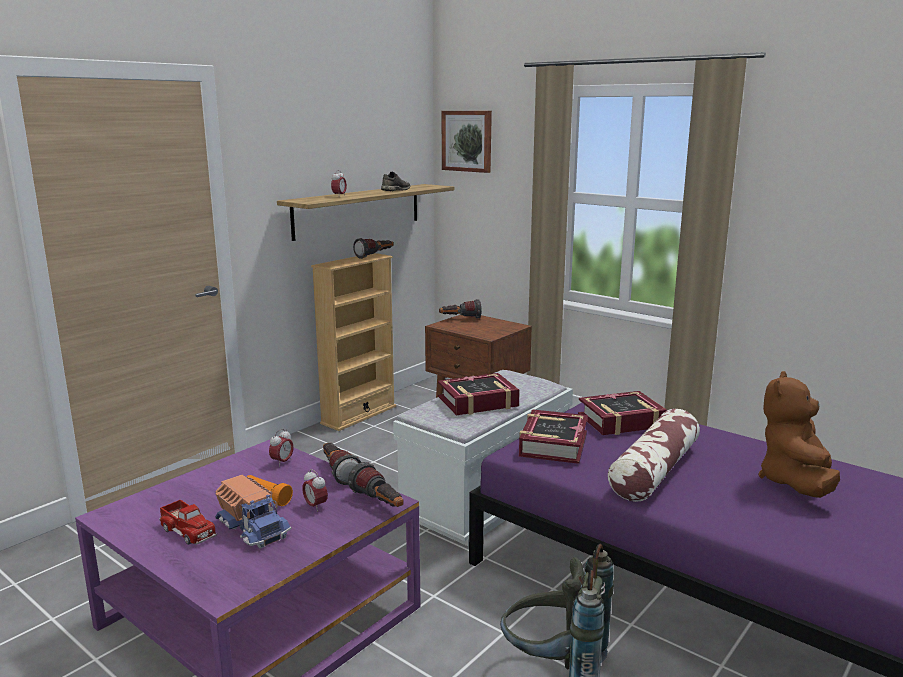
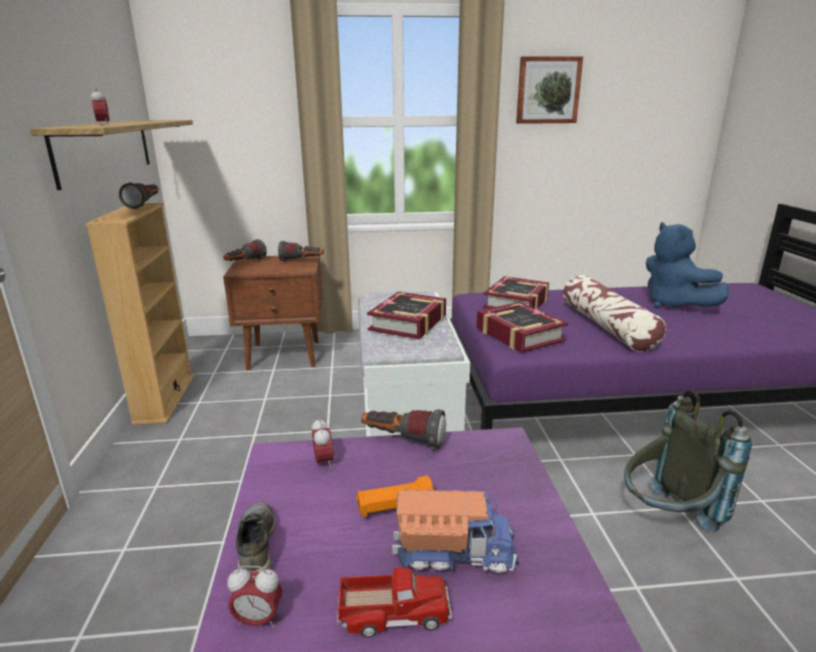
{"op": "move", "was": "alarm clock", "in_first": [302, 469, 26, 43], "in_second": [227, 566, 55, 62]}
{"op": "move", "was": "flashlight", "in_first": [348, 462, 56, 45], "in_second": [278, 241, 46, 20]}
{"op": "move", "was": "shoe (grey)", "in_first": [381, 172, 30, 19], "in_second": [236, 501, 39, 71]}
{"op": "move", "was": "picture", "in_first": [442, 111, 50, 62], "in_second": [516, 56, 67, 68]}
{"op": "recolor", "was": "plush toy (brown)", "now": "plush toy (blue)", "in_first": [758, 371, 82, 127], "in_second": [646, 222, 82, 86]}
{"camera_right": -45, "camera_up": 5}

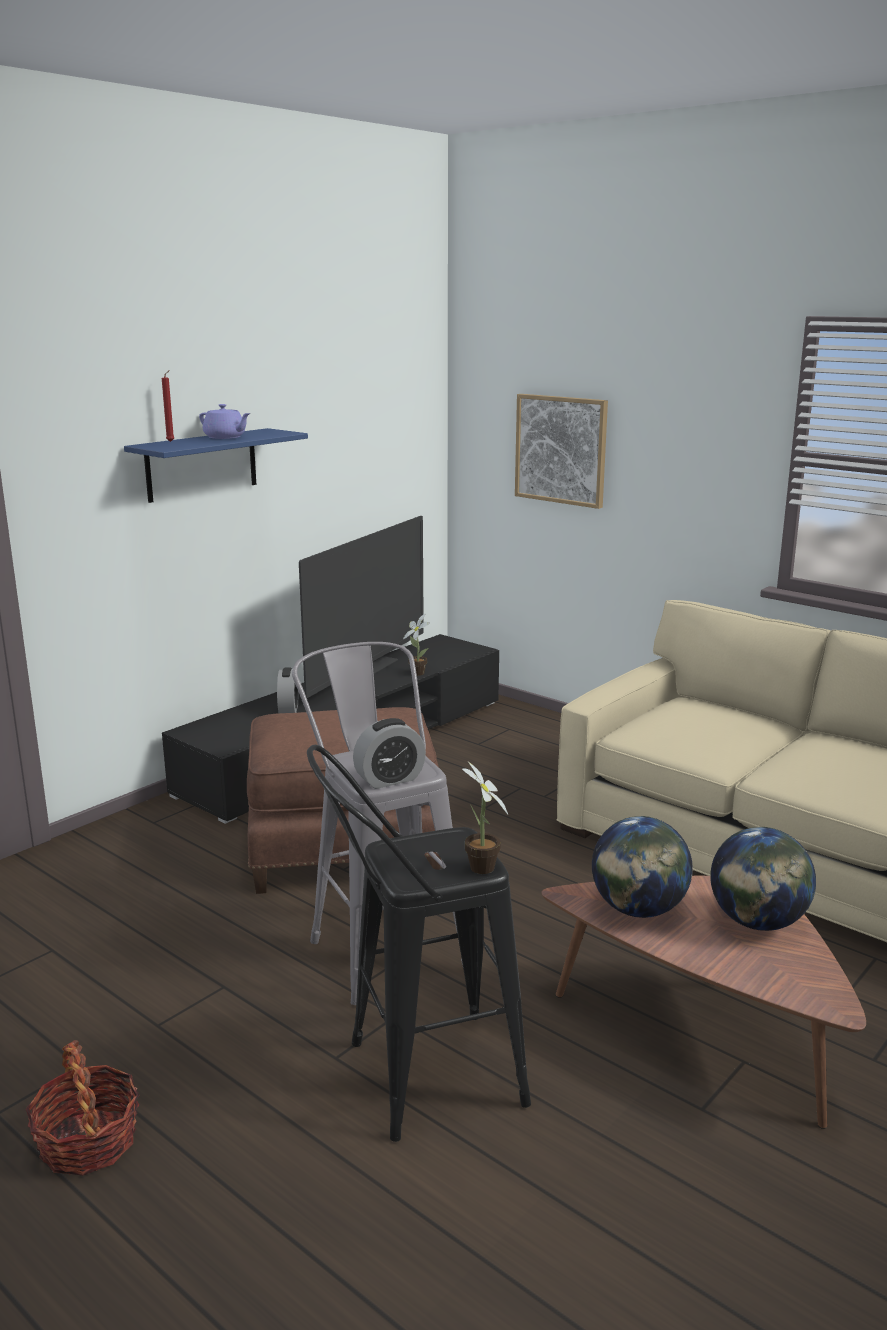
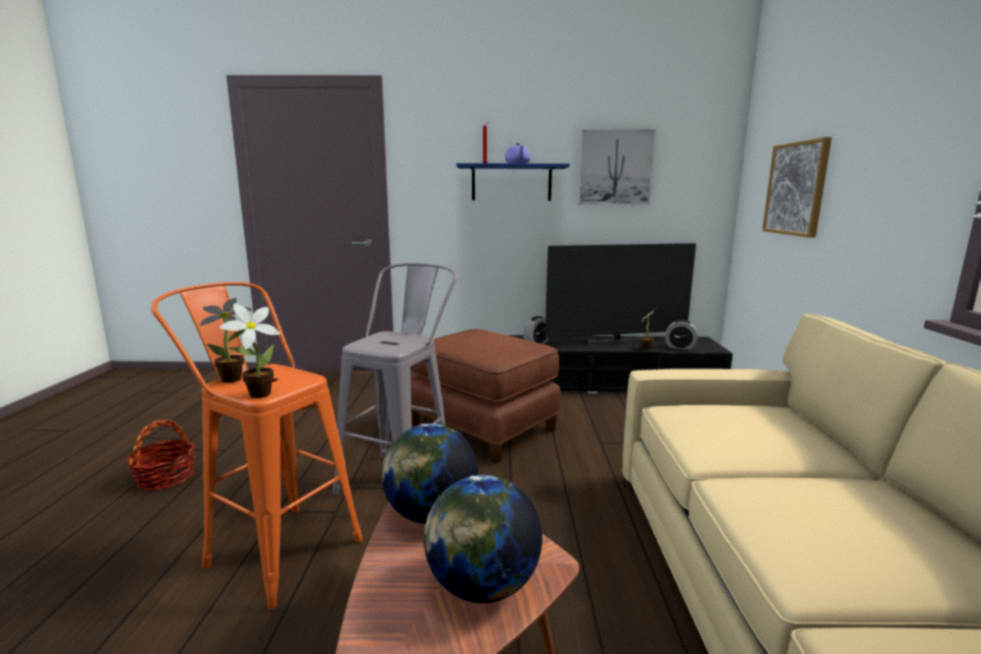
{"op": "recolor", "was": "stool (black)", "now": "stool (orange)", "in_first": [307, 745, 224, 397], "in_second": [151, 282, 212, 327]}
{"op": "move", "was": "alarm clock", "in_first": [353, 718, 73, 71], "in_second": [665, 320, 33, 30]}
{"op": "insert", "now": "potted plant", "in_second": [199, 298, 54, 85]}
{"op": "insert", "now": "picture", "in_second": [578, 129, 78, 76]}
{"camera_right": 50, "camera_up": -5}

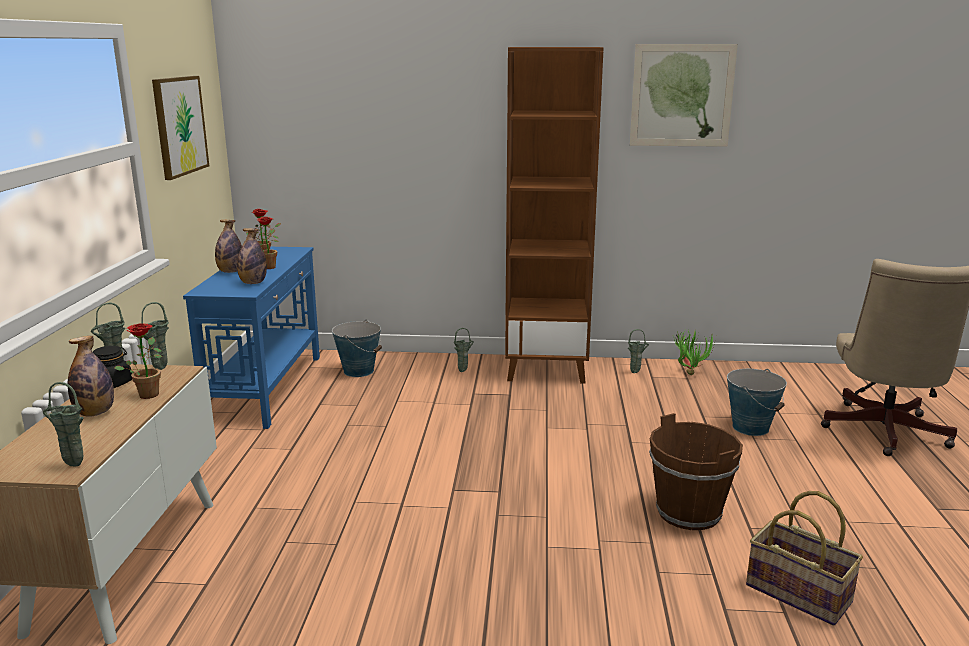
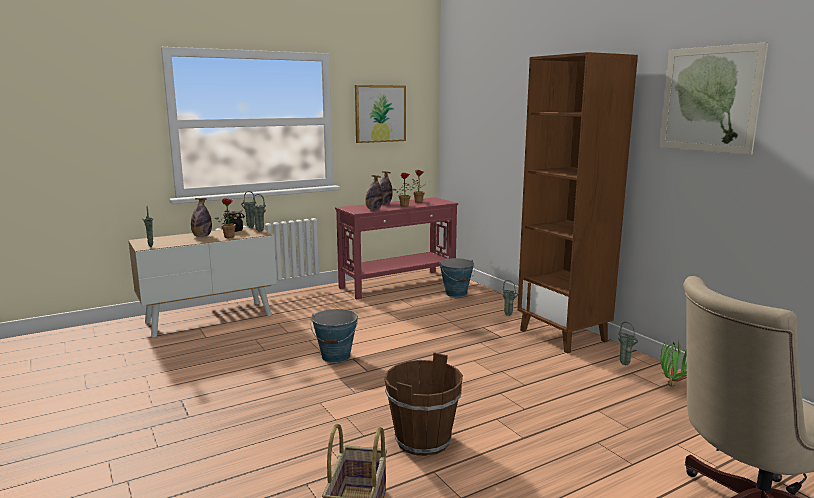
{"op": "recolor", "was": "console table (blue)", "now": "console table (red)", "in_first": [183, 247, 137, 182], "in_second": [335, 197, 123, 103]}
{"op": "move", "was": "bucket", "in_first": [727, 369, 60, 67], "in_second": [311, 309, 47, 54]}
{"camera_right": 55, "camera_up": -5}

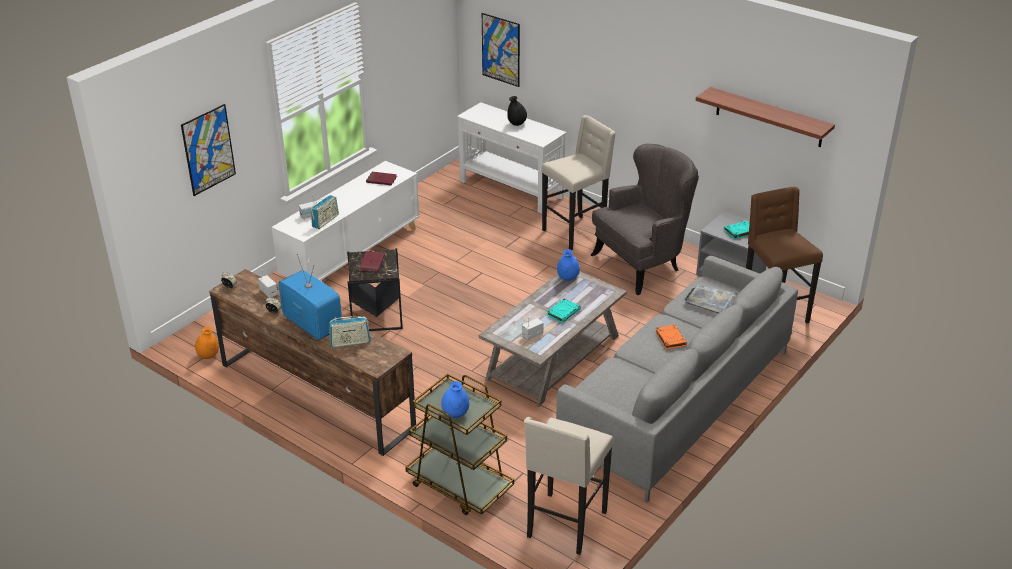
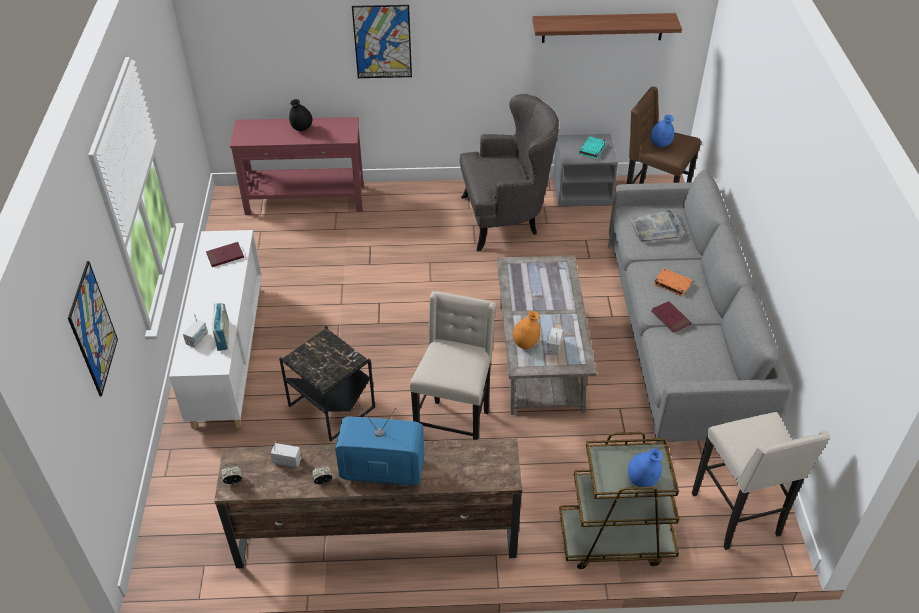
{"op": "move", "was": "vase (orange)", "in_first": [195, 327, 24, 32], "in_second": [513, 311, 27, 38]}
{"op": "delete", "was": "radio", "in_first": [329, 317, 41, 31]}
{"op": "move", "was": "book (red)", "in_first": [359, 251, 26, 21], "in_second": [652, 301, 39, 32]}
{"op": "recolor", "was": "console table (white)", "now": "console table (red)", "in_first": [457, 102, 110, 112], "in_second": [230, 117, 134, 98]}
{"op": "move", "was": "picture", "in_first": [482, 13, 38, 74], "in_second": [352, 5, 60, 73]}
{"op": "move", "was": "stool (beige)", "in_first": [542, 115, 74, 135], "in_second": [410, 291, 86, 149]}
{"op": "delete", "was": "book (turquoise)", "in_first": [546, 299, 34, 24]}
{"op": "move", "was": "vase (blue)", "in_first": [557, 249, 23, 32], "in_second": [651, 115, 23, 32]}
{"op": "rotate", "was": "armchair (grey)", "in_first": [591, 143, 108, 152], "in_second": [460, 94, 99, 158], "clockwise": 60}
{"camera_right": -40, "camera_up": 10}

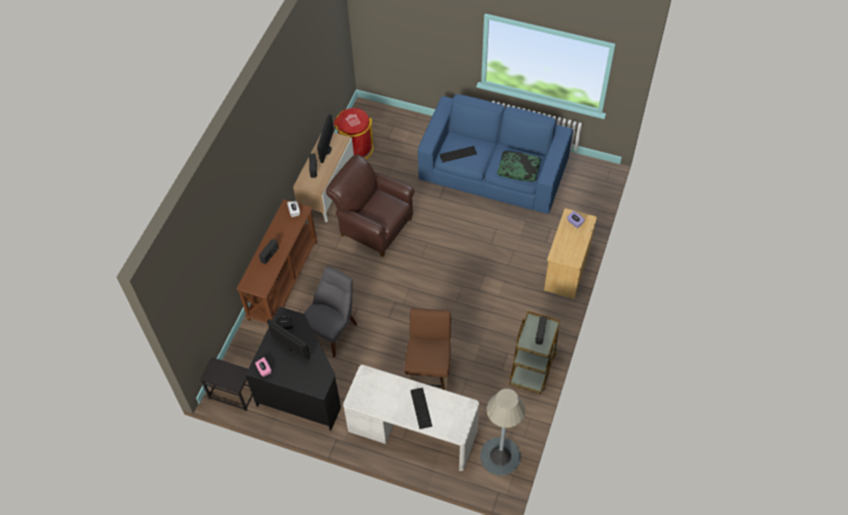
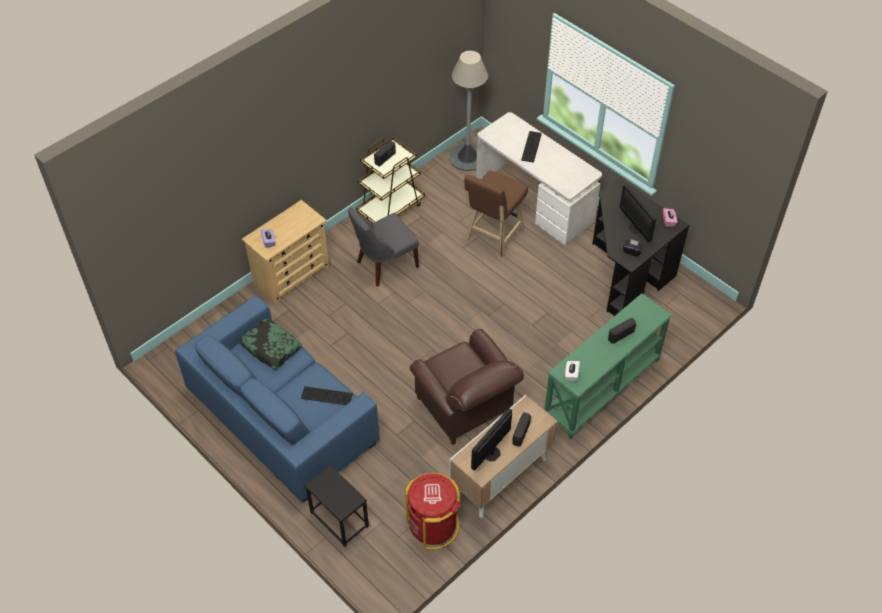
{"op": "move", "was": "side table (black)", "in_first": [200, 357, 53, 54], "in_second": [305, 465, 64, 82]}
{"op": "recolor", "was": "console table (brown)", "now": "console table (green)", "in_first": [236, 199, 81, 125], "in_second": [544, 293, 128, 146]}
{"op": "move", "was": "chair (grey)", "in_first": [304, 267, 53, 90], "in_second": [348, 207, 71, 80]}
{"camera_right": -155, "camera_up": -5}

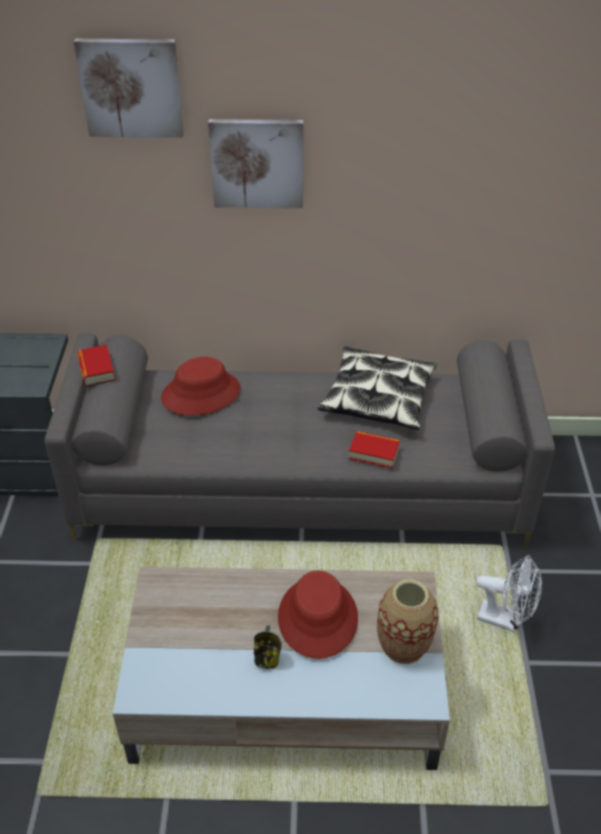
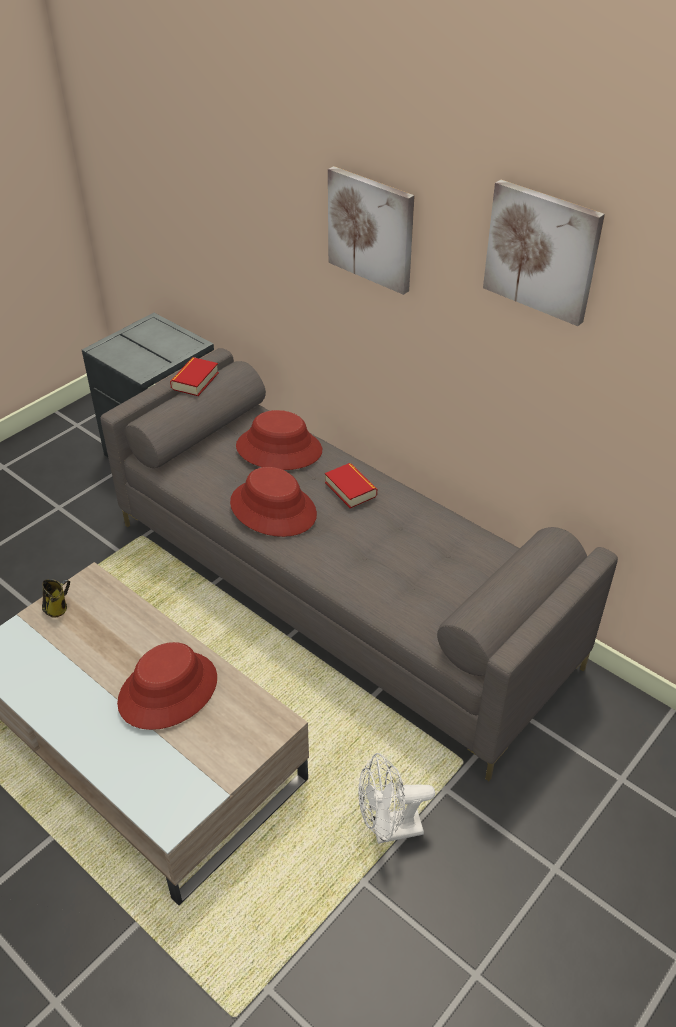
{"op": "move", "was": "picture", "in_first": [74, 39, 110, 99], "in_second": [483, 180, 122, 146]}
{"op": "move", "was": "mug", "in_first": [254, 625, 28, 44], "in_second": [42, 579, 28, 39]}
{"op": "delete", "was": "pillow", "in_first": [318, 347, 119, 83]}
{"op": "move", "was": "book", "in_first": [349, 431, 51, 38], "in_second": [325, 463, 52, 45]}
{"op": "delete", "was": "vase", "in_first": [377, 579, 62, 85]}
{"op": "rotate", "was": "fan (white)", "in_first": [476, 555, 66, 78], "in_second": [358, 753, 77, 91], "clockwise": 105}
{"op": "insert", "now": "hat (red)", "in_second": [230, 467, 87, 70]}
{"camera_right": 40, "camera_up": 0}

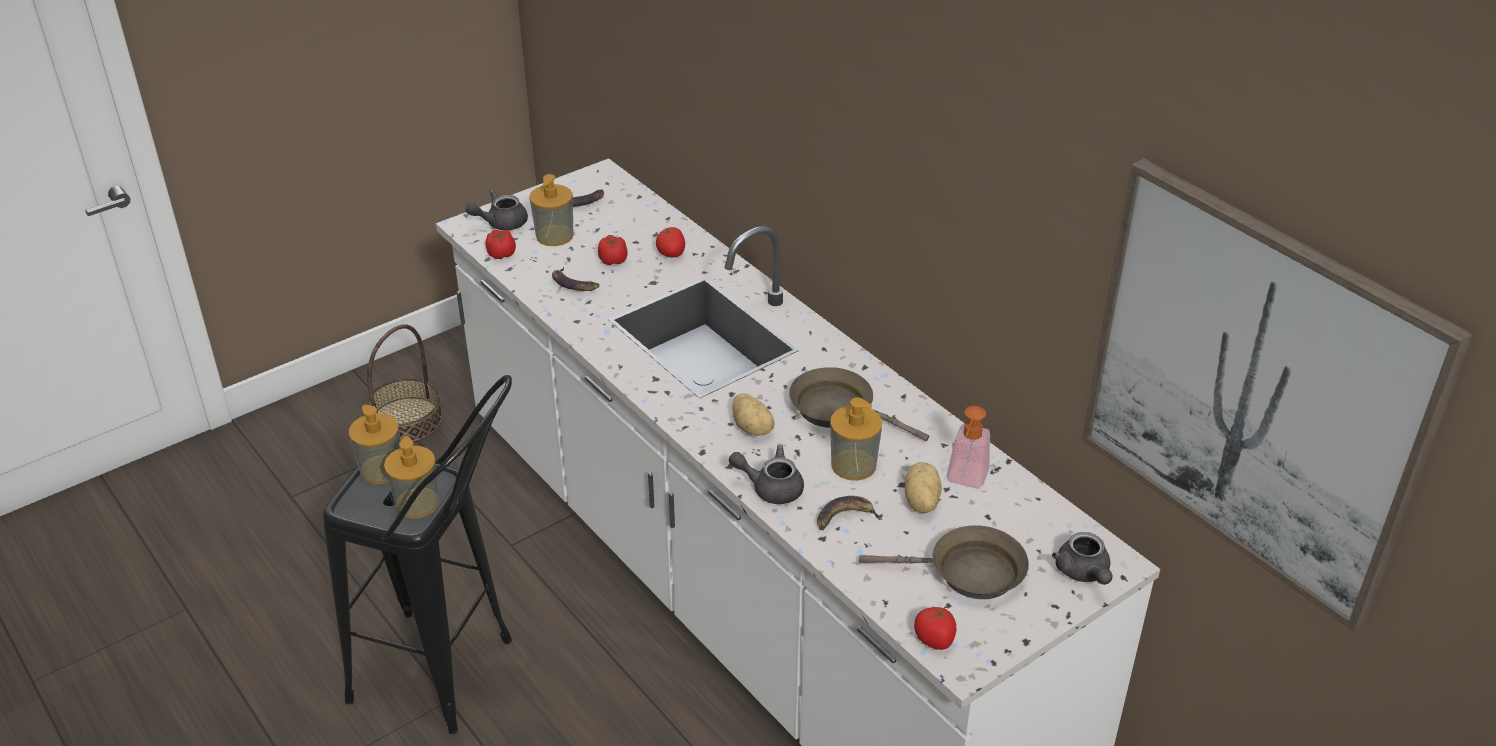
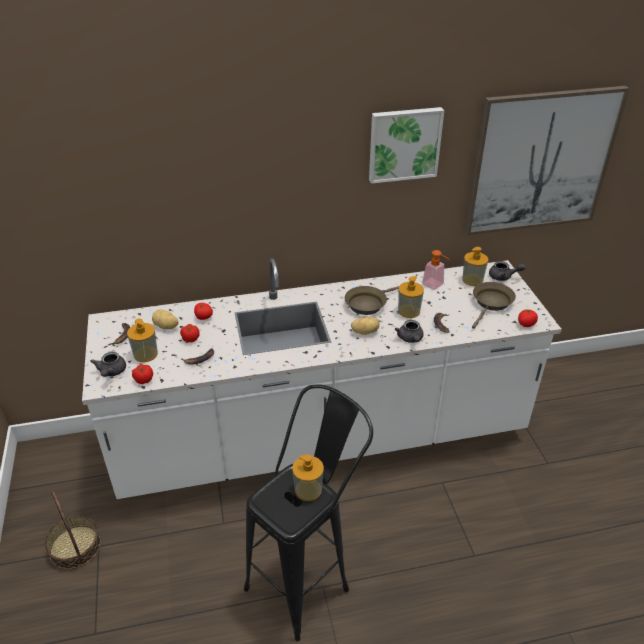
{"op": "move", "was": "soap dispenser", "in_first": [349, 405, 51, 79], "in_second": [462, 247, 26, 39]}
{"op": "rotate", "was": "teapot (grey)", "in_first": [729, 445, 75, 59], "in_second": [395, 320, 29, 23], "clockwise": -45}
{"op": "move", "was": "potato", "in_first": [905, 462, 37, 51], "in_second": [152, 309, 27, 20]}
{"op": "insert", "now": "picture", "in_second": [369, 107, 75, 77]}
{"camera_right": -65, "camera_up": 0}

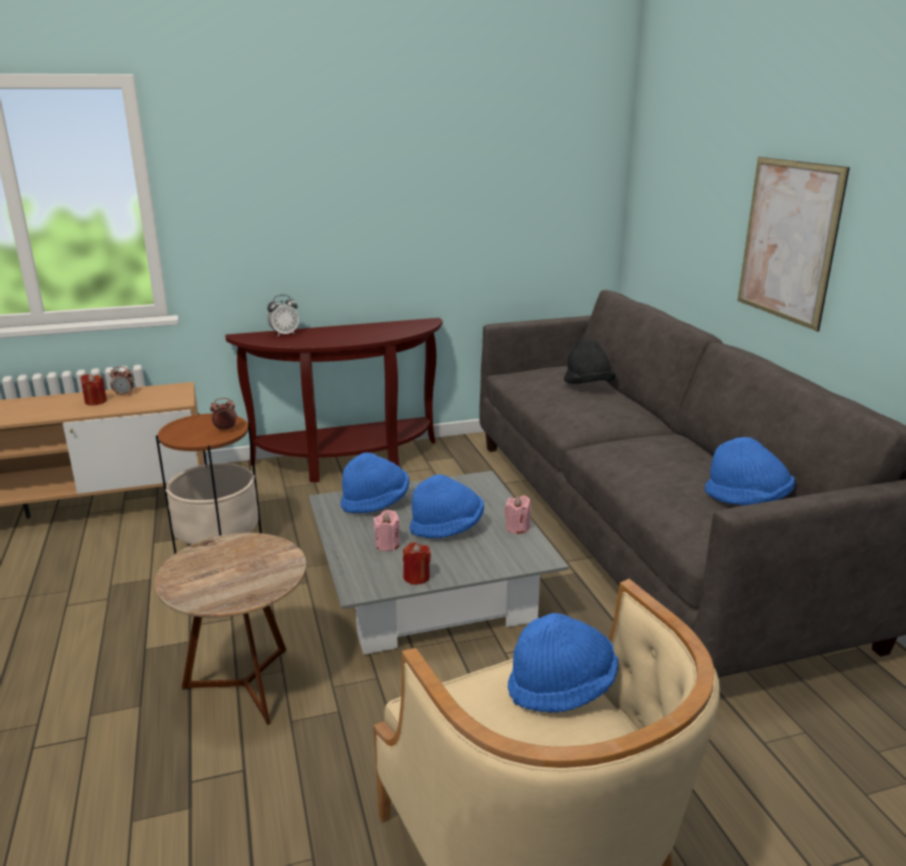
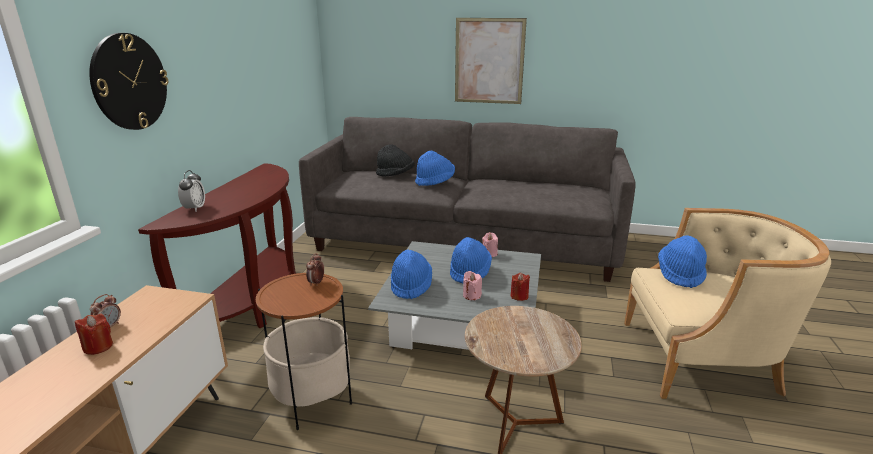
{"op": "move", "was": "hat (blue)", "in_first": [705, 437, 90, 68], "in_second": [415, 150, 40, 36]}
{"op": "insert", "now": "wall clock", "in_second": [89, 33, 79, 97]}
{"camera_right": -60, "camera_up": 0}

